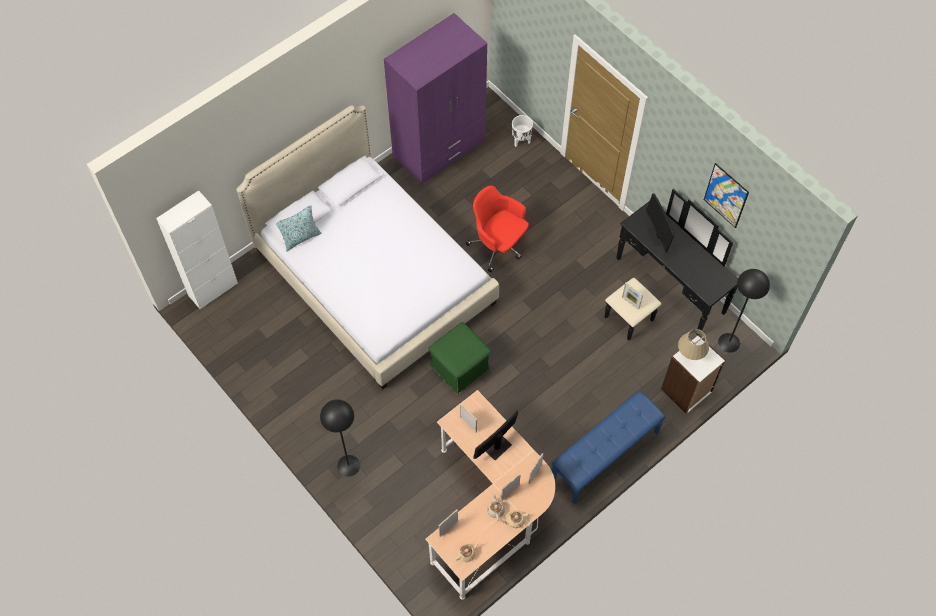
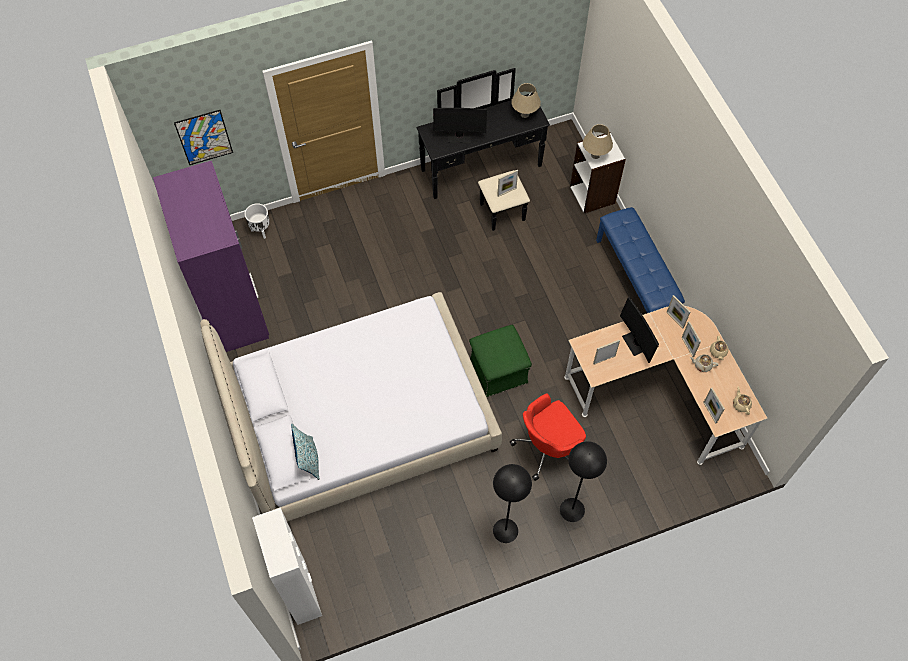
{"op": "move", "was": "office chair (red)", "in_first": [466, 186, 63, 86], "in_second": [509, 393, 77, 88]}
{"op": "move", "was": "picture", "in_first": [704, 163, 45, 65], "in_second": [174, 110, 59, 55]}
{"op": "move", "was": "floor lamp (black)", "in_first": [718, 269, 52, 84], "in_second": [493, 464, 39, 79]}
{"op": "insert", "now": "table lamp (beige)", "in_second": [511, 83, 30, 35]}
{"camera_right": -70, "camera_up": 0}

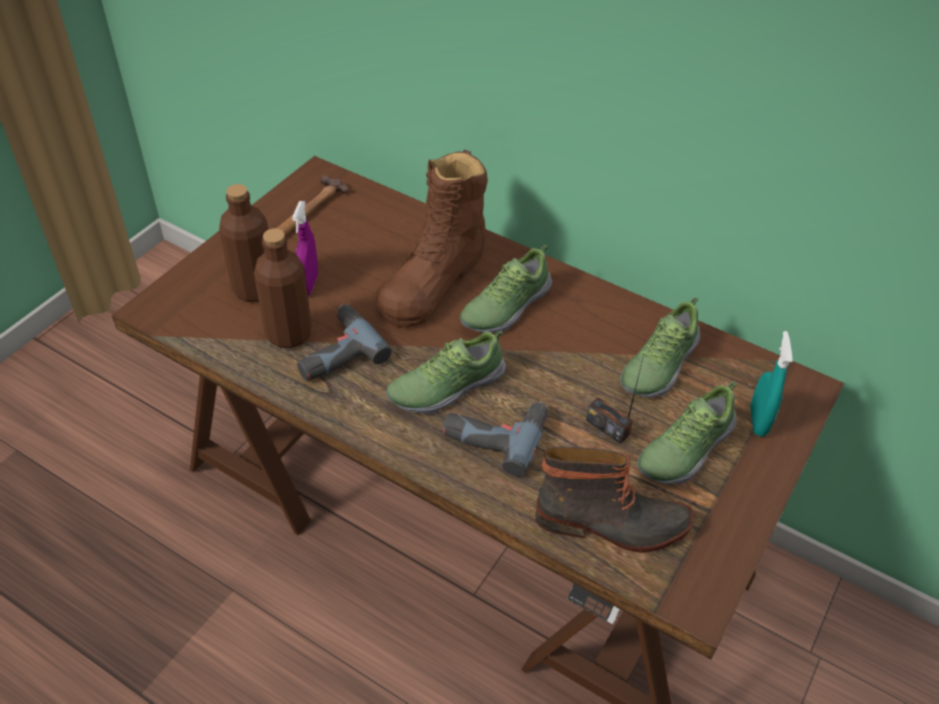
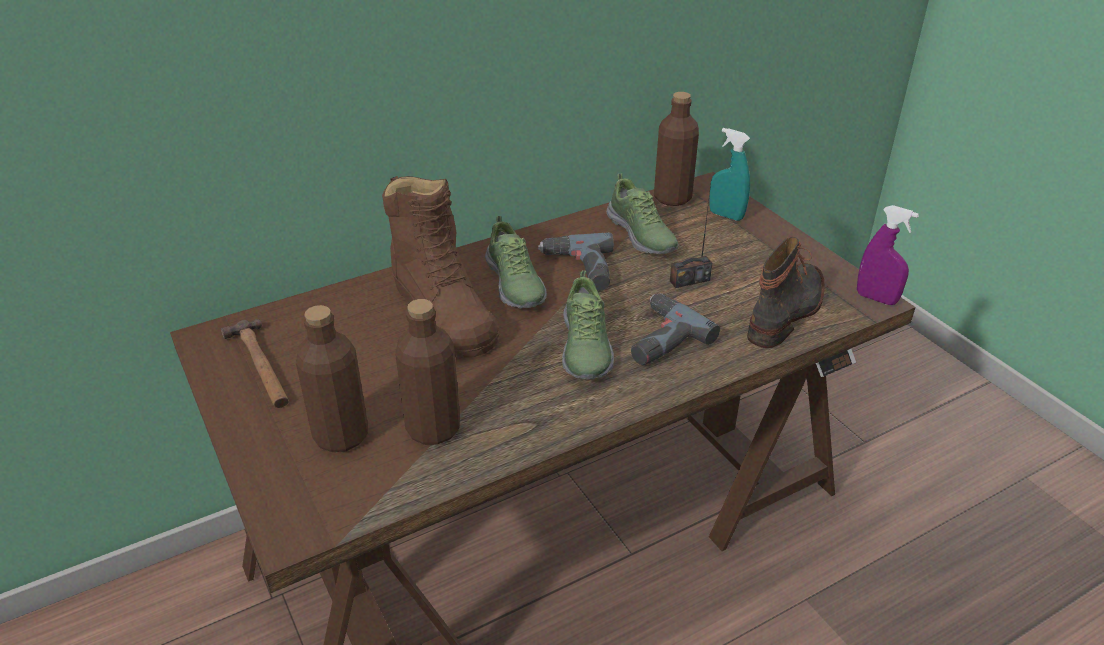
{"op": "move", "was": "spray bottle (purple)", "in_first": [292, 201, 26, 94], "in_second": [857, 205, 62, 100]}
{"op": "move", "was": "power drill", "in_first": [297, 305, 95, 76], "in_second": [538, 232, 76, 59]}
{"op": "delete", "was": "shoe", "in_first": [637, 382, 100, 103]}
{"op": "insert", "now": "bottle (brown)", "in_second": [654, 92, 45, 114]}
{"camera_right": -60, "camera_up": -10}

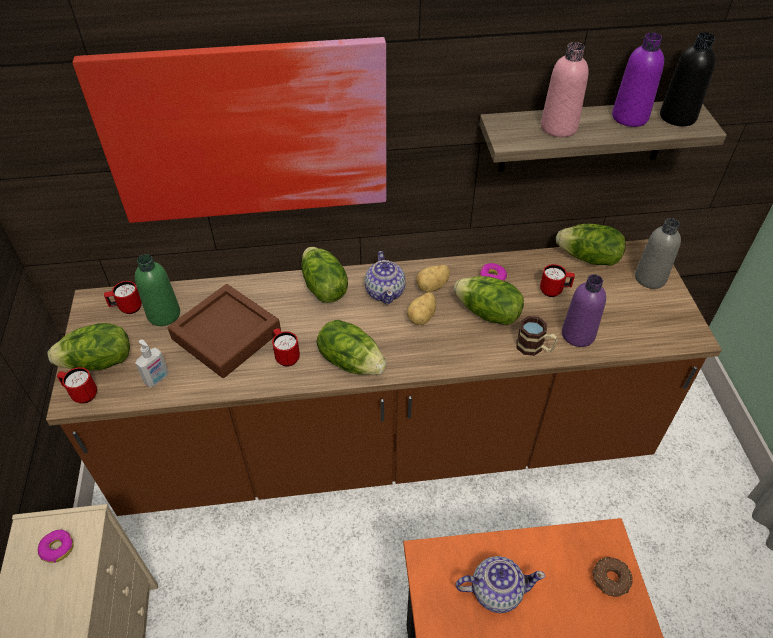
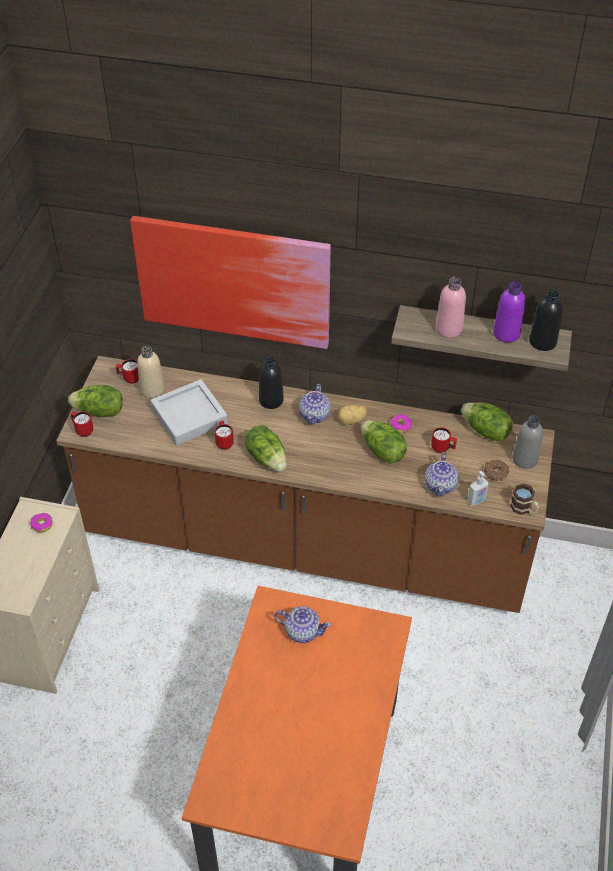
{"op": "recolor", "was": "bottle (green)", "now": "bottle (beige)", "in_first": [135, 254, 45, 72], "in_second": [137, 346, 28, 52]}
{"op": "move", "was": "soap dispenser", "in_first": [135, 339, 34, 49], "in_second": [468, 471, 21, 35]}
{"op": "recolor", "was": "tray (brown)", "now": "tray (grey)", "in_first": [168, 284, 113, 94], "in_second": [150, 379, 78, 66]}
{"op": "replace", "was": "lettuce", "now": "bottle (black)", "in_first": [301, 247, 47, 56], "in_second": [259, 356, 25, 53]}
{"op": "delete", "was": "potato", "in_first": [407, 292, 29, 33]}
{"op": "move", "was": "mug", "in_first": [516, 316, 42, 40], "in_second": [510, 484, 29, 31]}
{"op": "replace", "was": "bottle (purple)", "now": "teapot", "in_first": [562, 274, 44, 73], "in_second": [425, 452, 34, 45]}
{"op": "move", "was": "donut", "in_first": [592, 557, 41, 40], "in_second": [484, 460, 25, 21]}
{"camera_right": 20, "camera_up": 0}

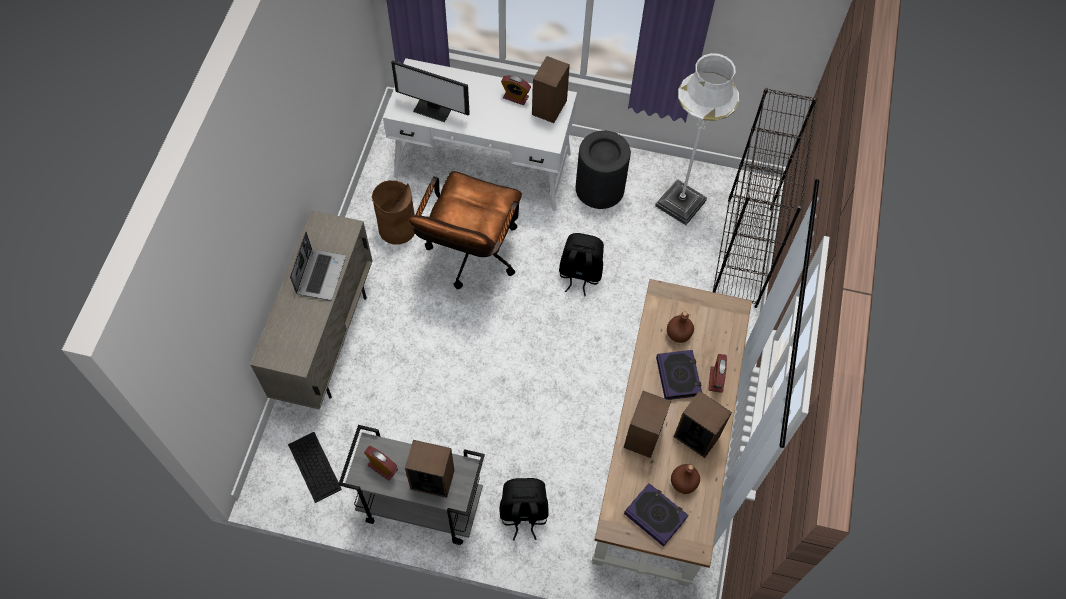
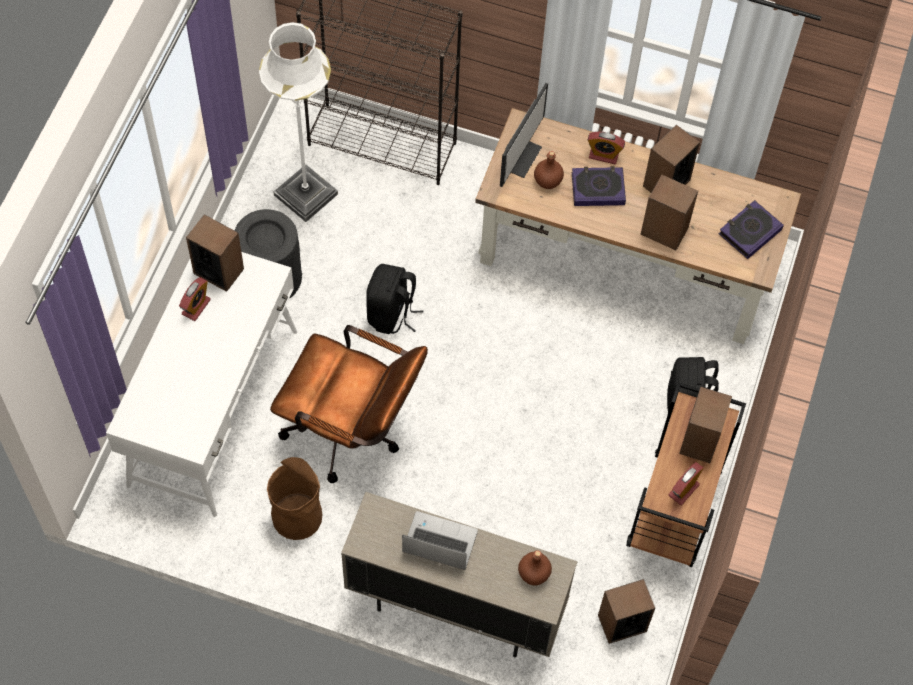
{"op": "replace", "was": "keyboard", "now": "speaker", "in_first": [288, 432, 54, 71], "in_second": [598, 579, 57, 65]}
{"op": "recolor", "was": "cart (grey)", "now": "cart (brown)", "in_first": [338, 425, 147, 120], "in_second": [626, 382, 120, 185]}
{"op": "move", "was": "monitor", "in_first": [391, 60, 79, 62], "in_second": [500, 83, 48, 104]}
{"op": "move", "was": "bottle (brown)", "in_first": [671, 464, 29, 30], "in_second": [518, 550, 34, 36]}
{"camera_right": -85, "camera_up": 0}

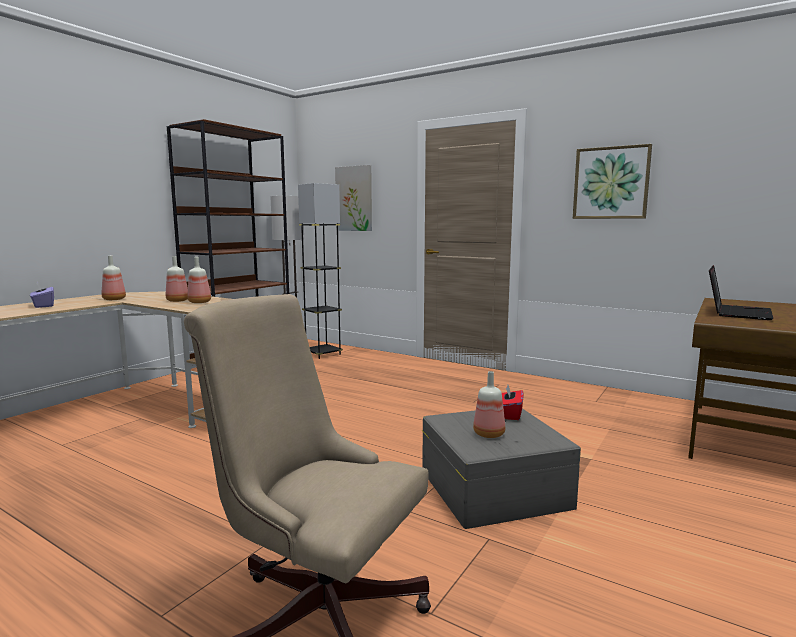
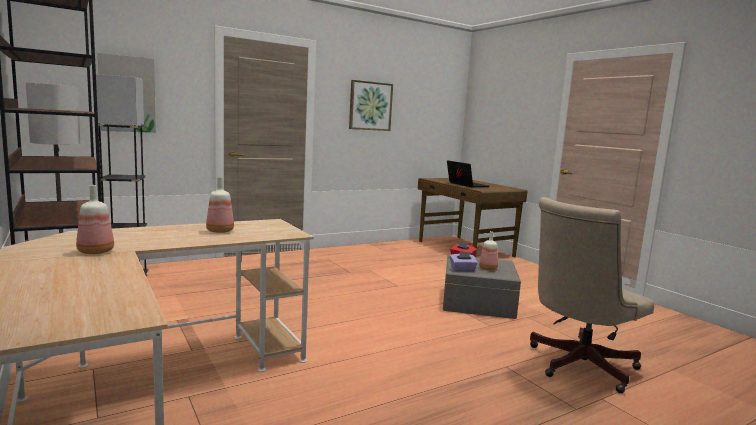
{"op": "move", "was": "tissue box (purple)", "in_first": [30, 282, 24, 26], "in_second": [450, 252, 28, 20]}
{"op": "delete", "was": "bottle", "in_first": [166, 256, 22, 46]}
{"camera_right": -65, "camera_up": 0}

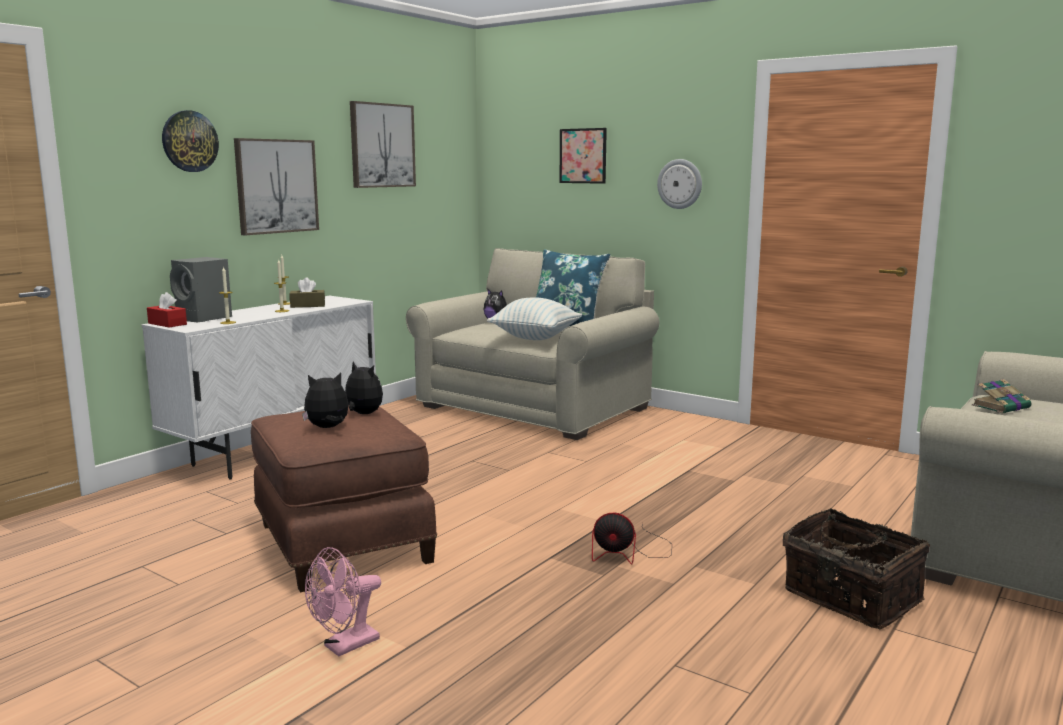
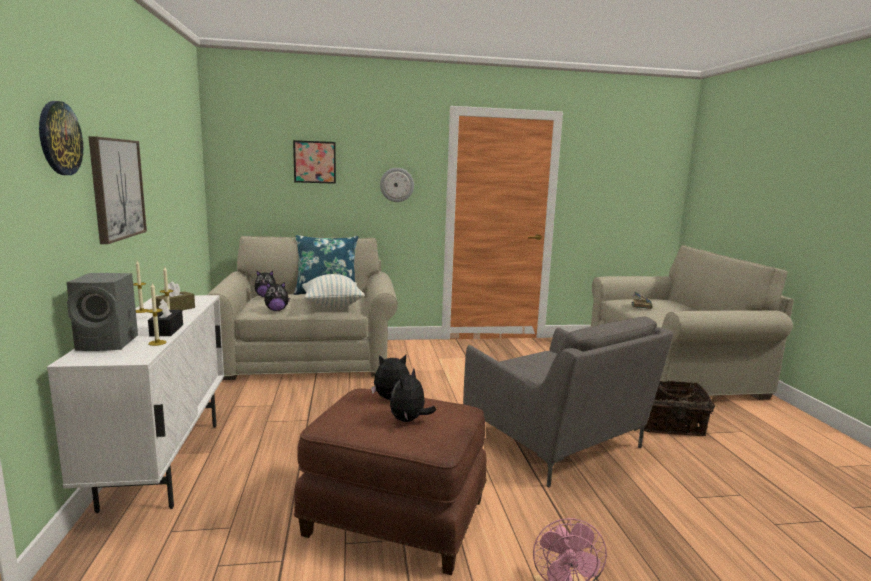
{"op": "delete", "was": "tissue box (red)", "in_first": [147, 292, 40, 35]}
{"op": "delete", "was": "picture", "in_first": [350, 101, 66, 87]}
{"op": "replace", "was": "fan", "now": "armchair (grey)", "in_first": [592, 512, 80, 53], "in_second": [463, 316, 210, 171]}
{"op": "insert", "now": "tissue box (black)", "in_second": [148, 299, 35, 37]}
{"op": "insert", "now": "plush toy", "in_second": [264, 282, 26, 29]}
{"camera_right": -45, "camera_up": 0}

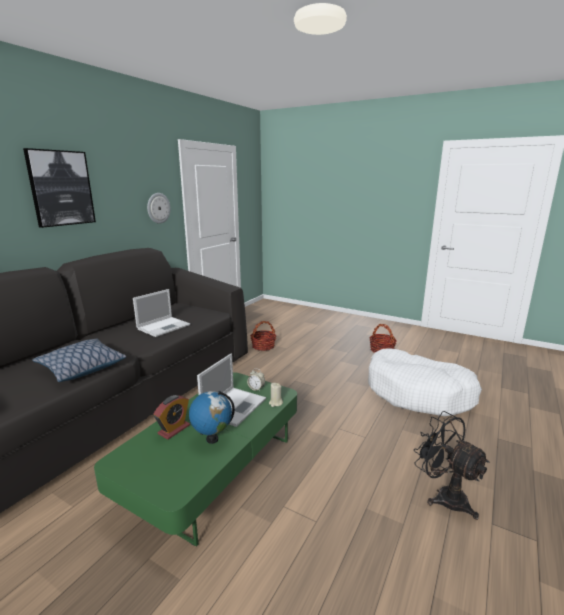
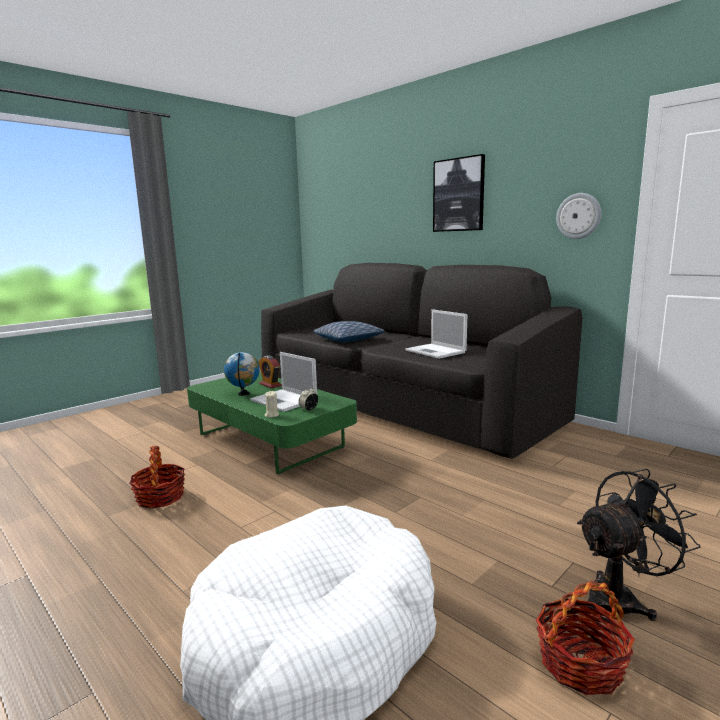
{"op": "move", "was": "basket", "in_first": [250, 321, 26, 30], "in_second": [129, 446, 56, 62]}
{"op": "move", "was": "fan (black)", "in_first": [414, 411, 76, 109], "in_second": [577, 469, 123, 152]}
{"camera_right": 105, "camera_up": -5}

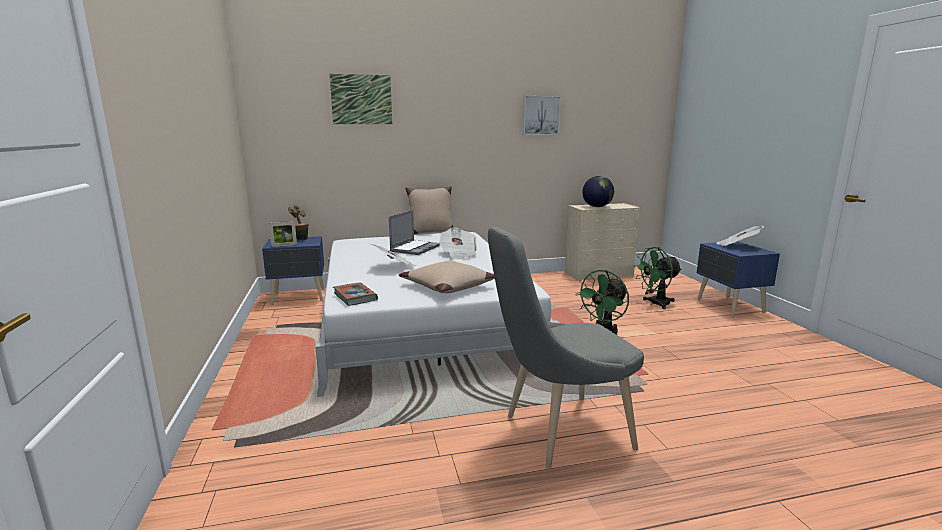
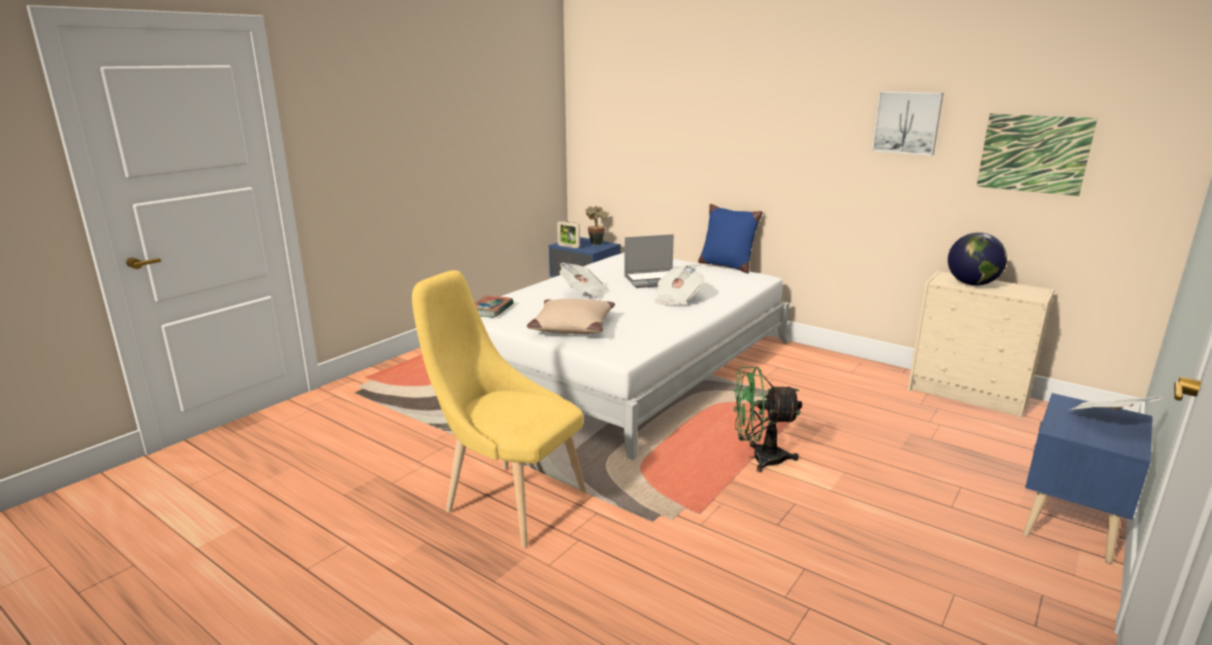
{"op": "move", "was": "picture", "in_first": [329, 74, 63, 50], "in_second": [976, 113, 121, 83]}
{"op": "recolor", "was": "pillow (beige)", "now": "pillow (blue)", "in_first": [405, 186, 49, 48], "in_second": [698, 204, 64, 69]}
{"op": "recolor", "was": "chair (grey)", "now": "chair (yellow)", "in_first": [488, 227, 156, 242], "in_second": [412, 270, 174, 278]}
{"op": "delete", "was": "fan (green)", "in_first": [633, 247, 49, 62]}
{"camera_right": 50, "camera_up": 5}

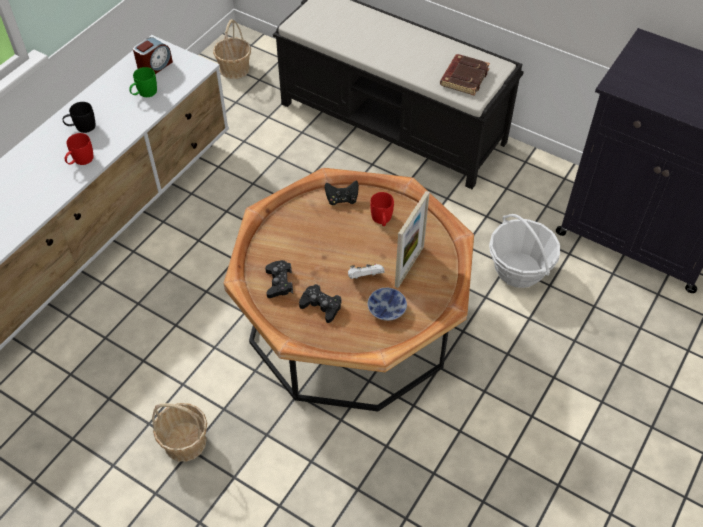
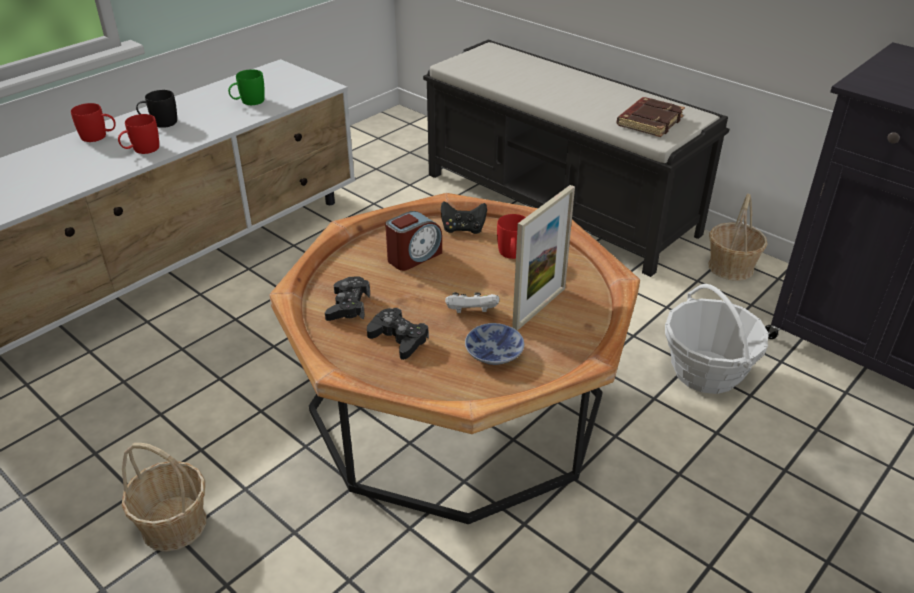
{"op": "move", "was": "alarm clock", "in_first": [133, 37, 40, 37], "in_second": [385, 211, 57, 60]}
{"op": "move", "was": "basket", "in_first": [213, 19, 38, 60], "in_second": [708, 194, 59, 87]}
{"op": "insert", "now": "mug (red)", "in_second": [71, 103, 45, 39]}
{"camera_right": 10, "camera_up": -15}

